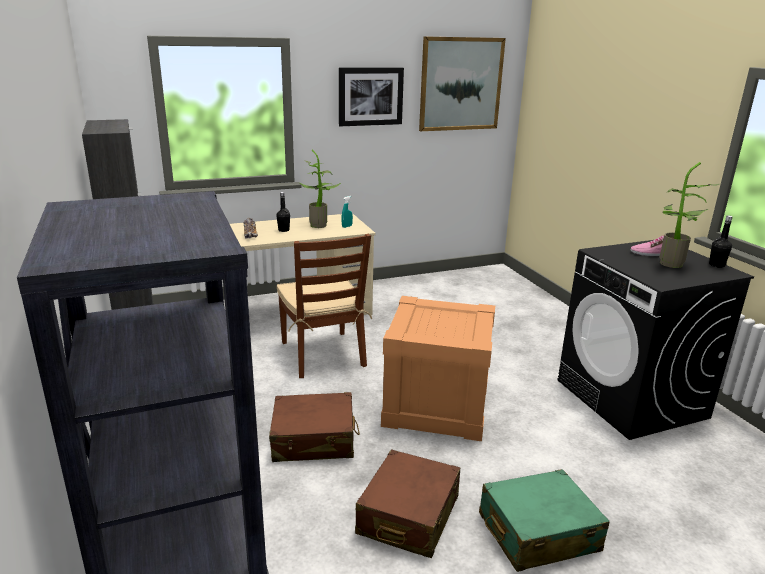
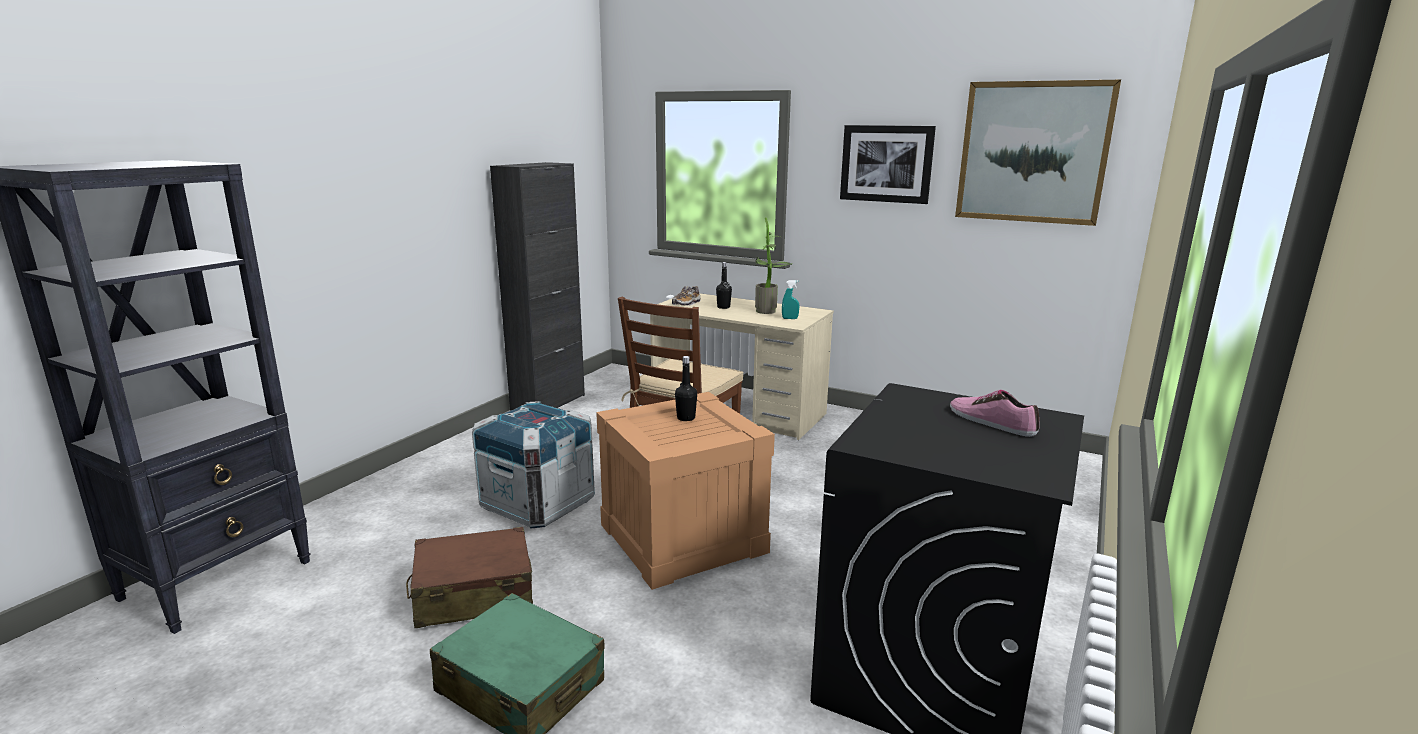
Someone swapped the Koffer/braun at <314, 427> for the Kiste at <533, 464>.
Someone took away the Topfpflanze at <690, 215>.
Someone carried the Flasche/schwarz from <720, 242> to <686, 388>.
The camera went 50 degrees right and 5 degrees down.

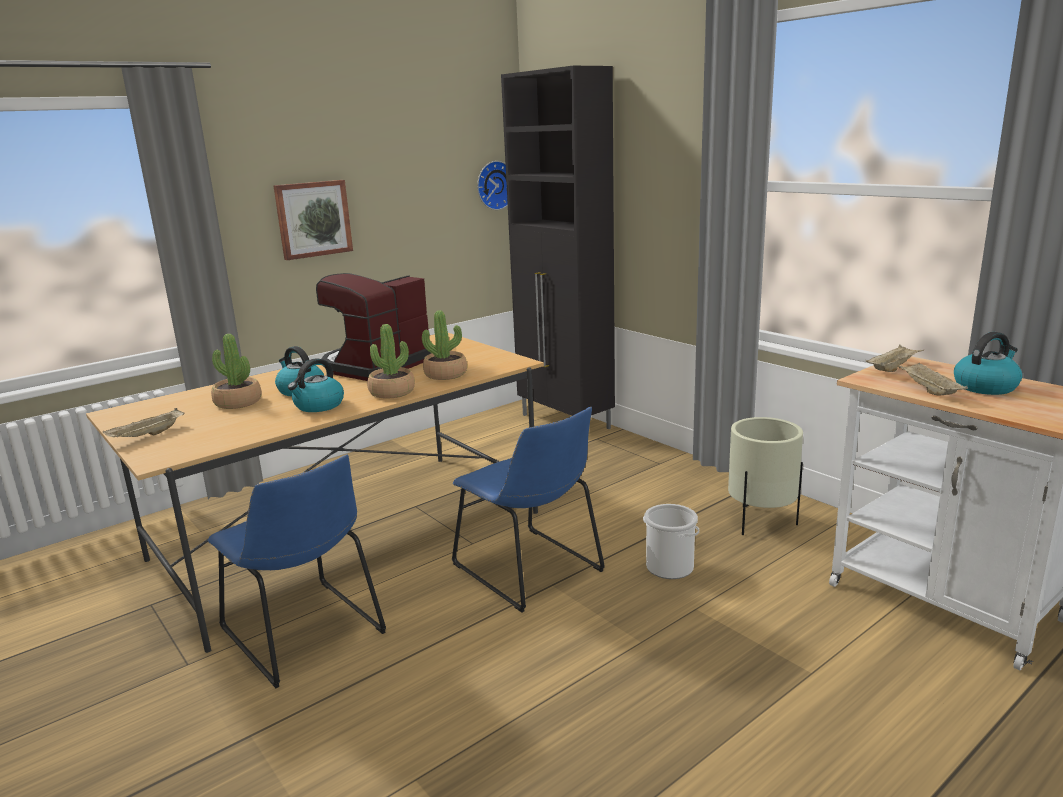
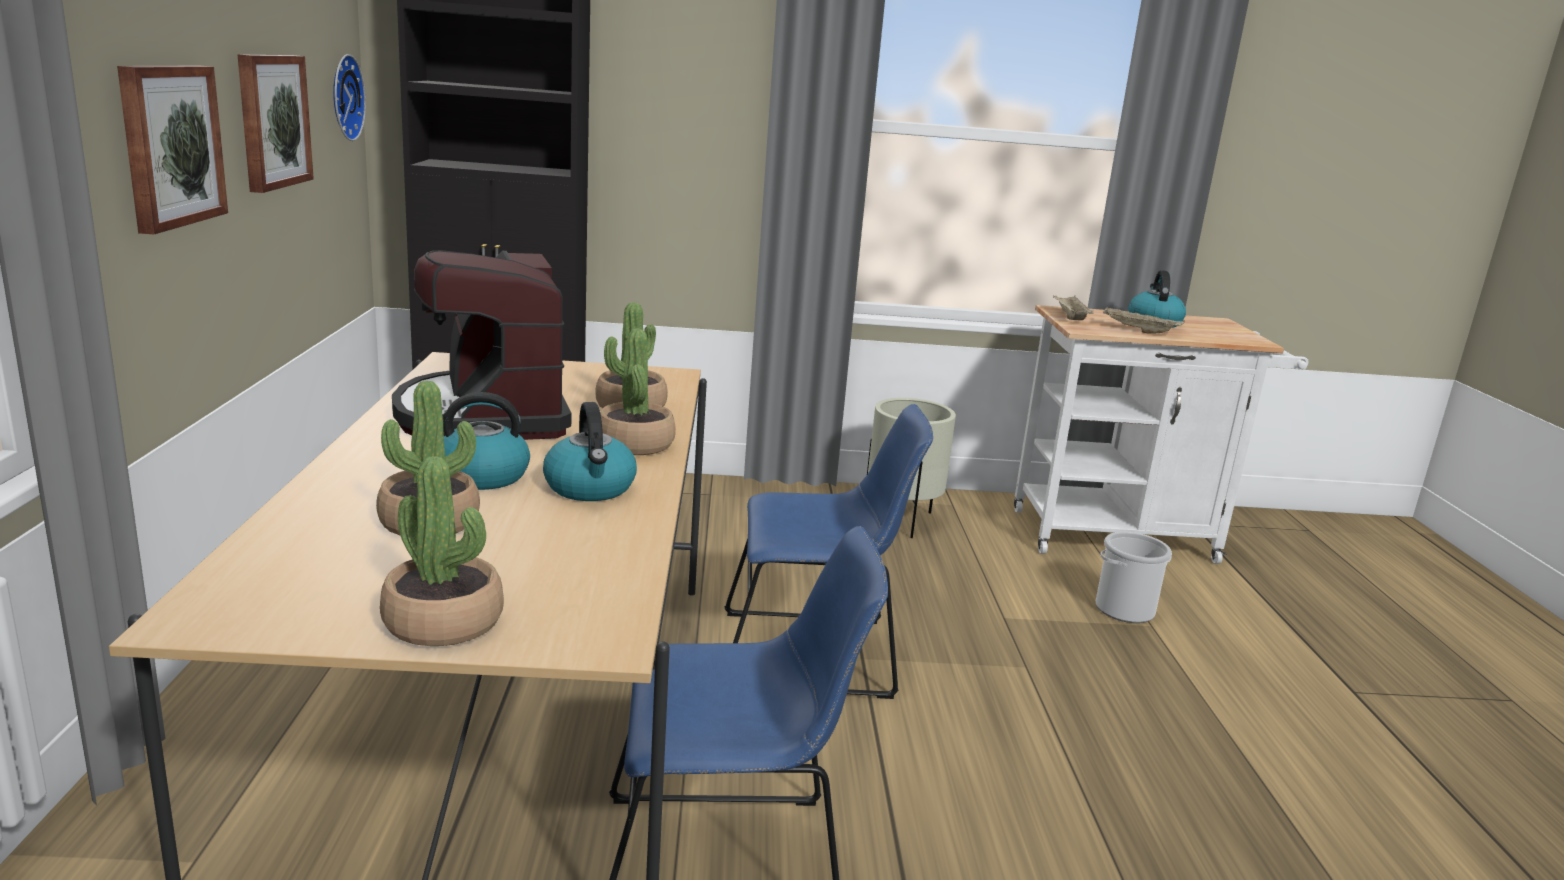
Someone swapped the Tablett/beige at <143, 422> for the Topfpflanze at <442, 551>.
Someone carried the Eimer from <671, 541> to <1134, 577>.
Someone put up the Bild at <275, 123>.
The camera went 55 degrees left and 0 degrees up.

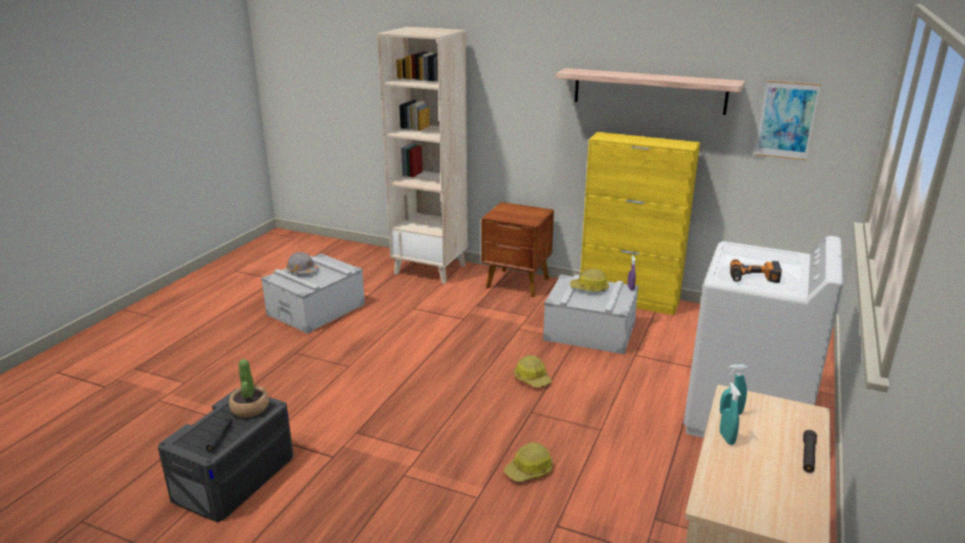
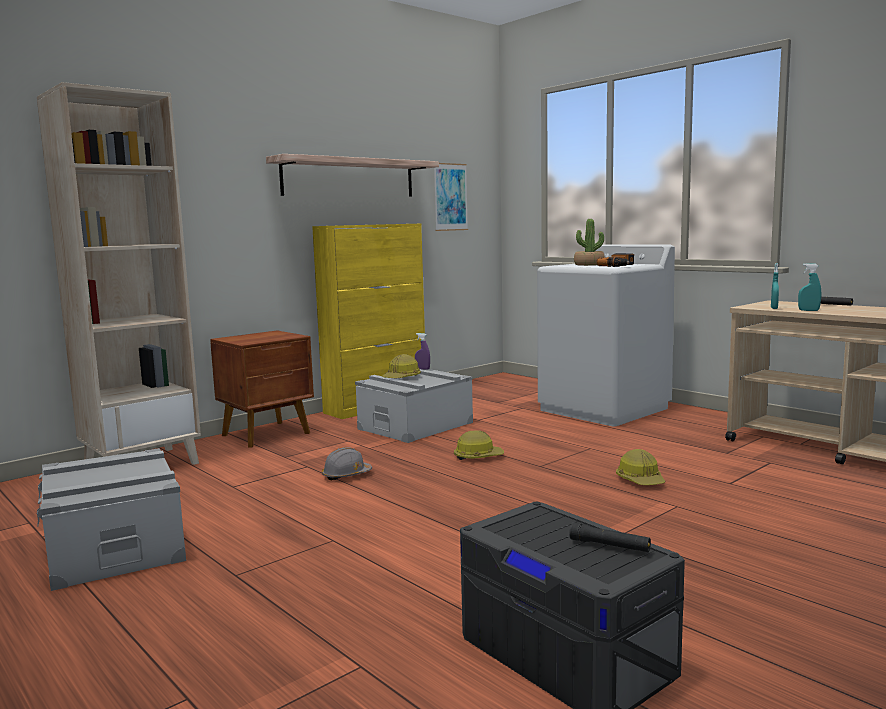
Someone carried the Topfpflanze from <249, 388> to <589, 242>.
Someone carried the Schutzhelm/grau from <302, 263> to <347, 463>.
The camera went 65 degrees left and 15 degrees down.

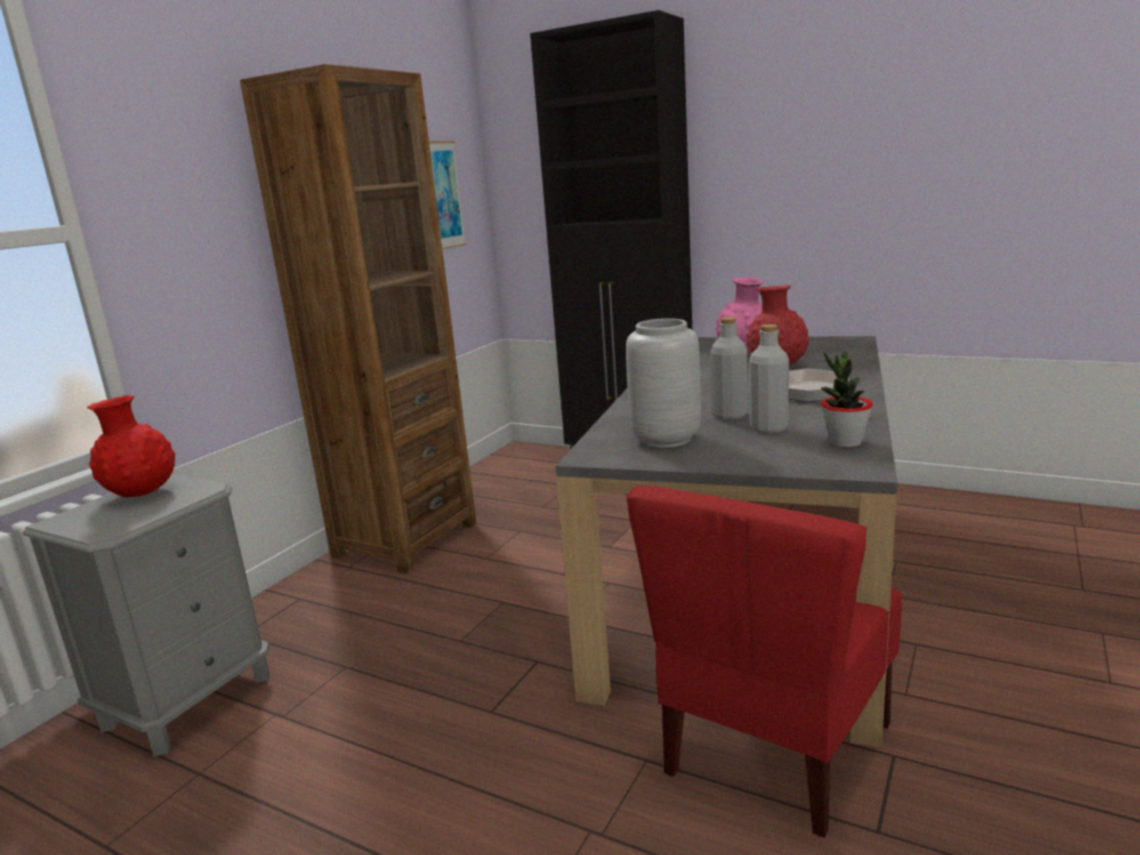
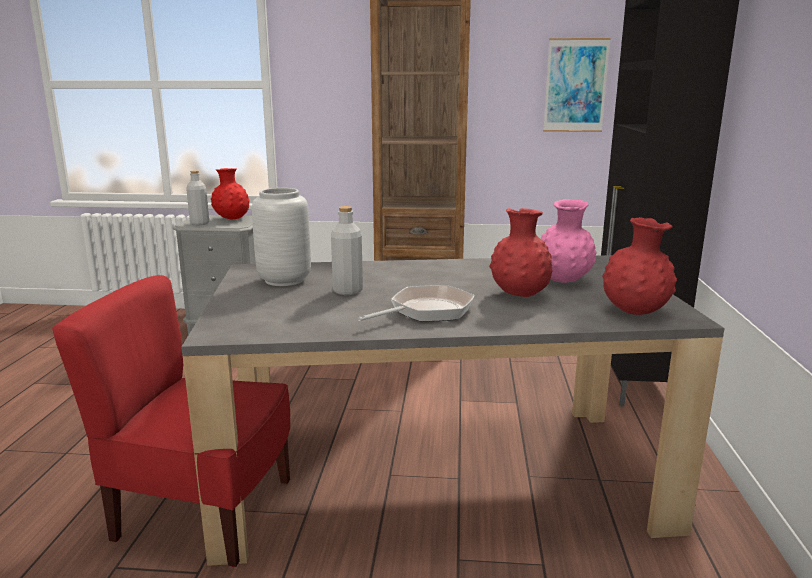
Someone carried the Flasche/grau from <769, 379> to <197, 197>.
Someone took away the Topfpflanze at <847, 399>.
Someone put down the Vase/rot at <639, 266>.
The camera went 65 degrees right and 0 degrees up.

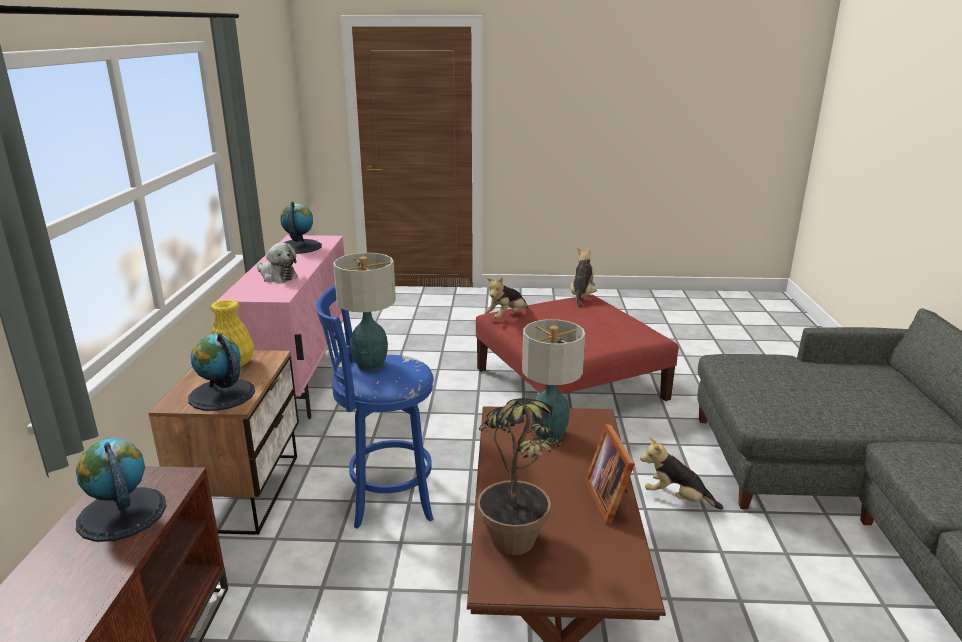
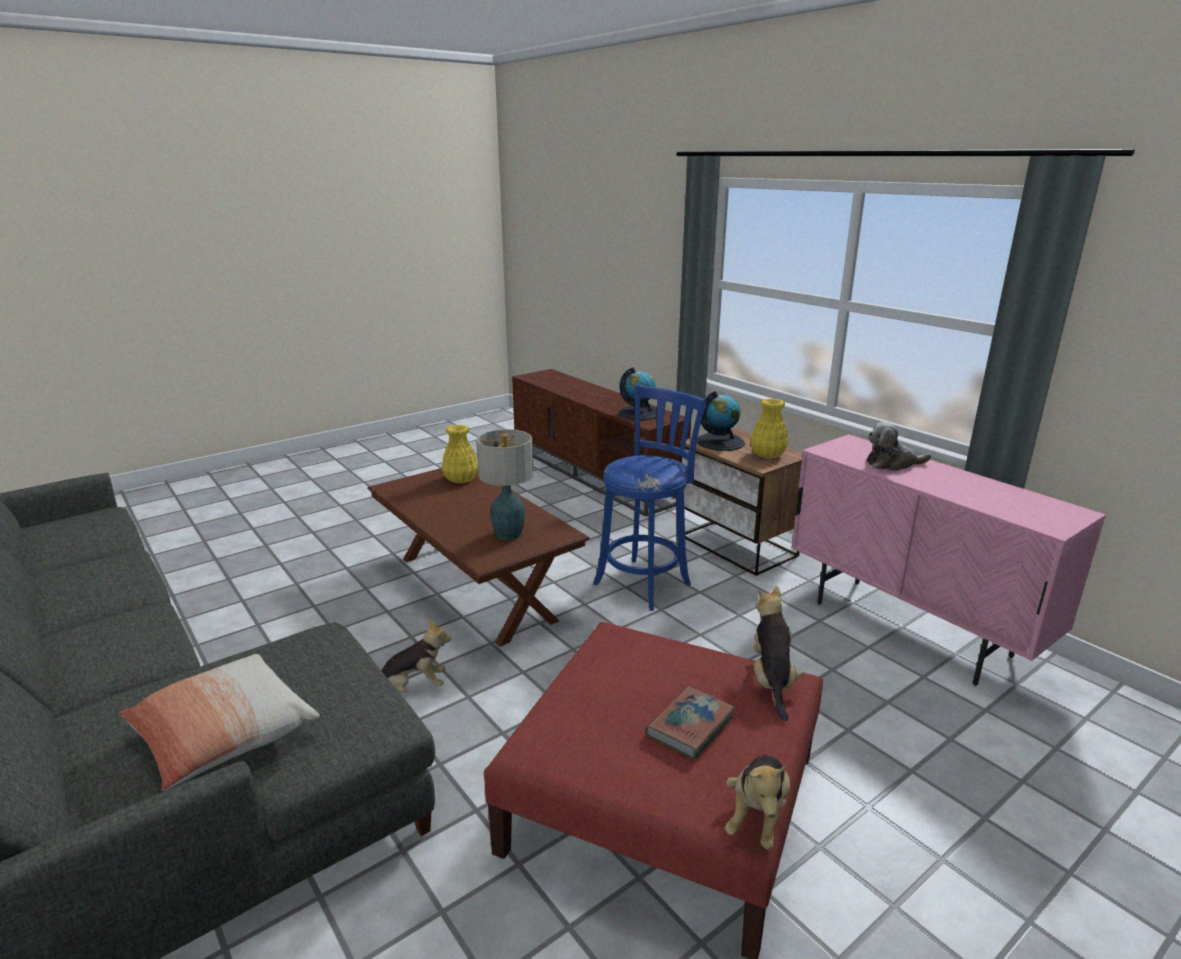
Someone took away the Globus at <301, 227>.
Someone took away the Tischlampe at <364, 312>.
Someone swapped the Topfpflanze at <520, 476> for the Vase/gelb at <460, 454>.
Someone rotated the Plüschtier at <583, 278> by 45 degrees clockwise.
Someone took away the Bilderrahmen at <610, 474>.
Someone put down the Kissen at <219, 722>.
Someone put down the Buch at <690, 722>.
The camera went 140 degrees right and 0 degrees up.

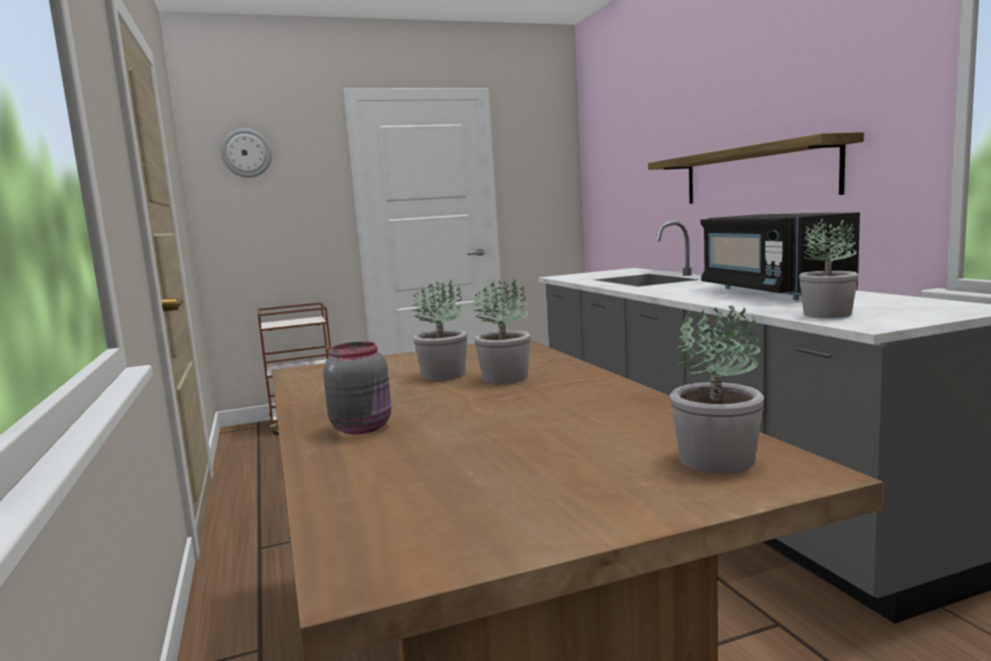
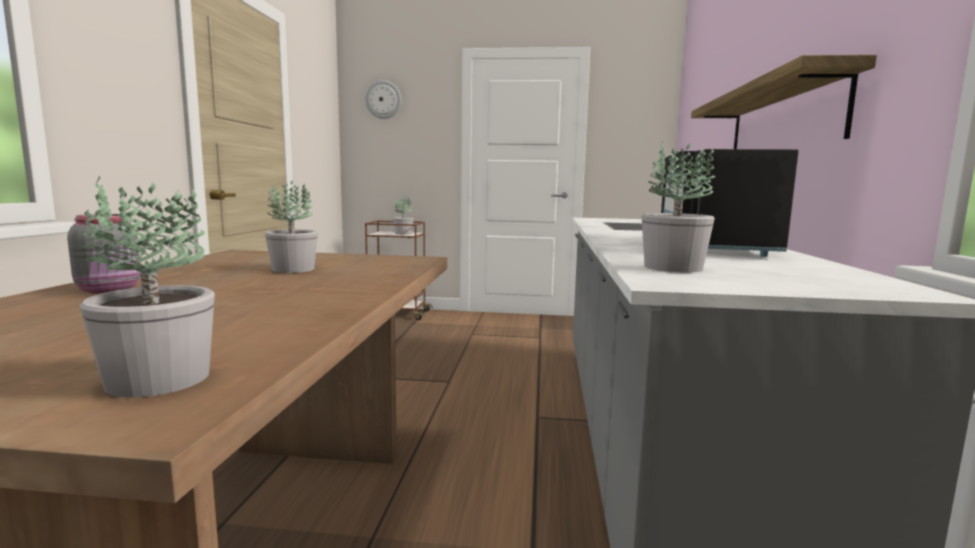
Someone carried the Topfpflanze from <502, 331> to <403, 215>.
The camera went 25 degrees right and 0 degrees up.

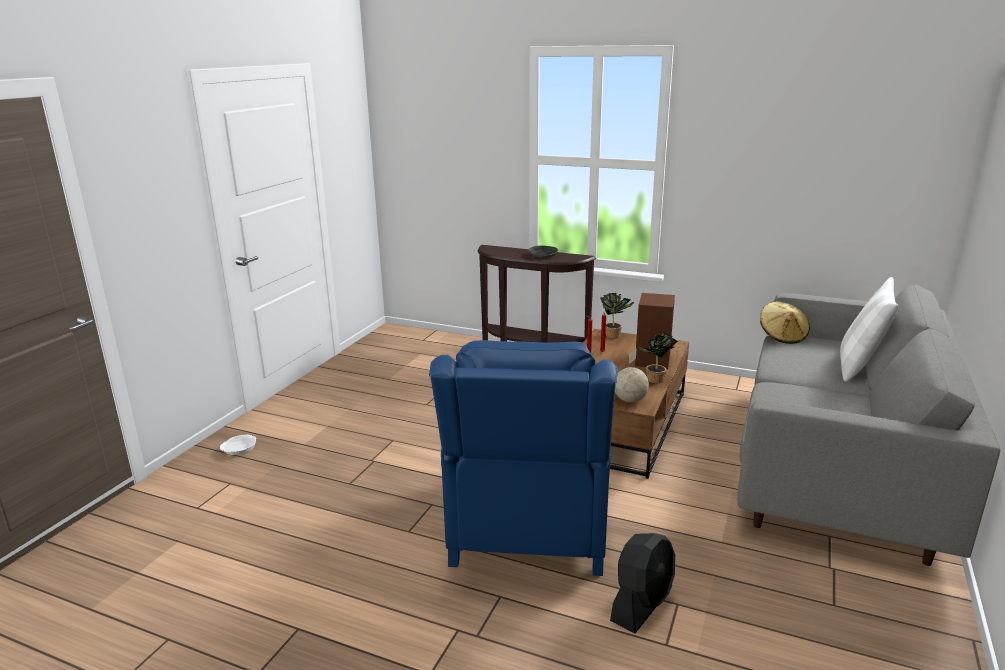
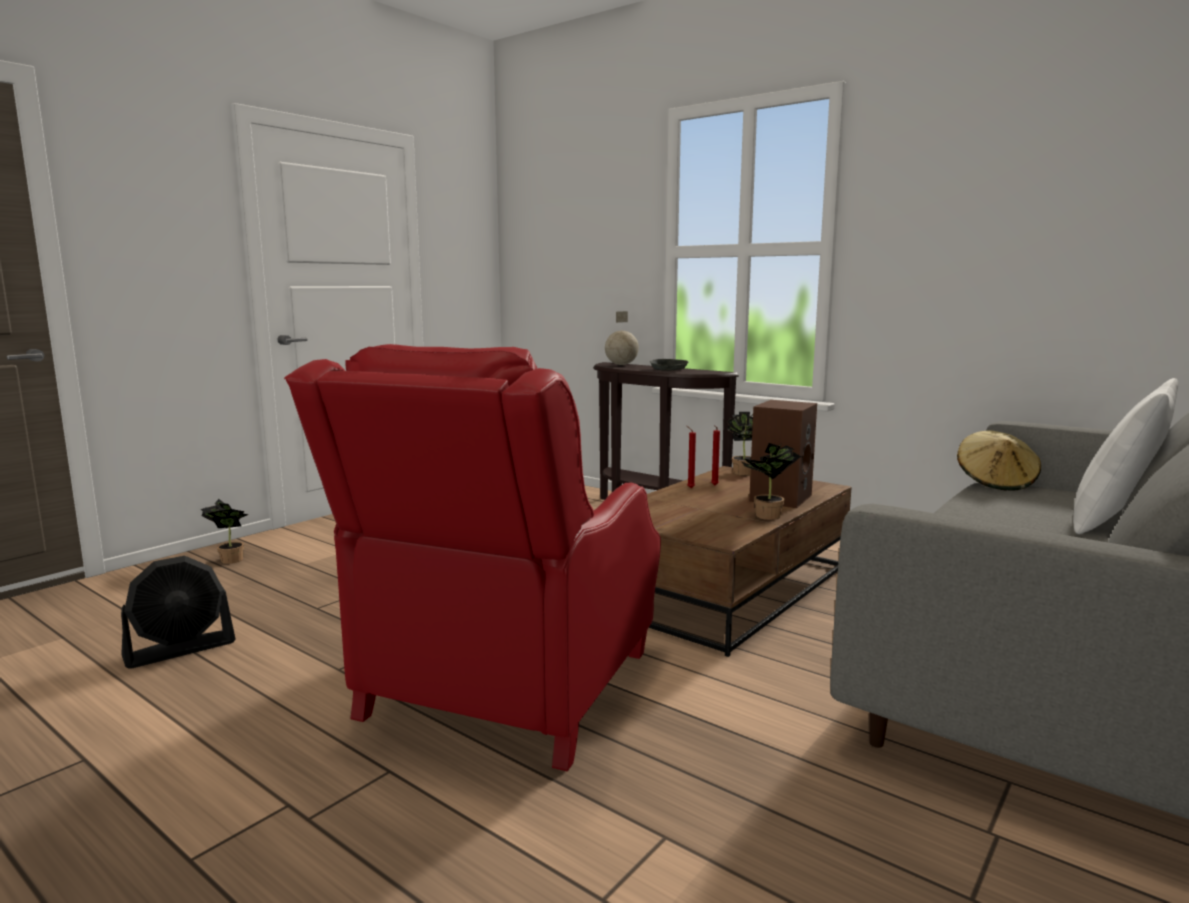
Someone swapped the Schüssel/weiß at <238, 445> for the Topfpflanze at <225, 531>.
Someone repainted the Sessel/blau at <523, 458>, which became the Sessel/rot at <472, 557>.
Someone carried the Ventilator/schwarz from <642, 583> to <178, 612>.
Someone carried the Globus from <632, 375> to <622, 338>.
The camera went 15 degrees right and 10 degrees down.

